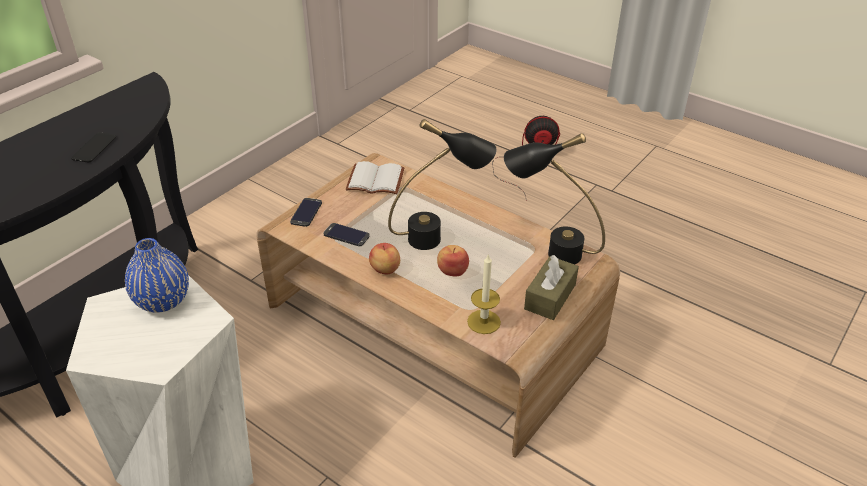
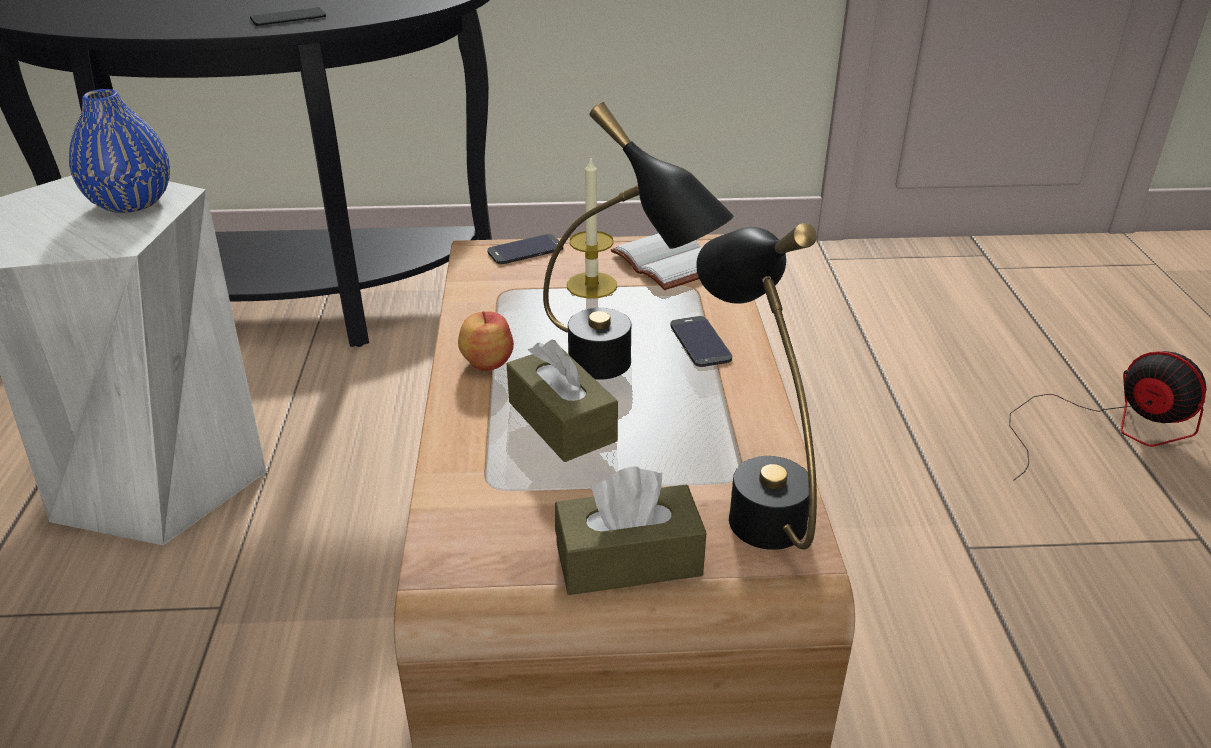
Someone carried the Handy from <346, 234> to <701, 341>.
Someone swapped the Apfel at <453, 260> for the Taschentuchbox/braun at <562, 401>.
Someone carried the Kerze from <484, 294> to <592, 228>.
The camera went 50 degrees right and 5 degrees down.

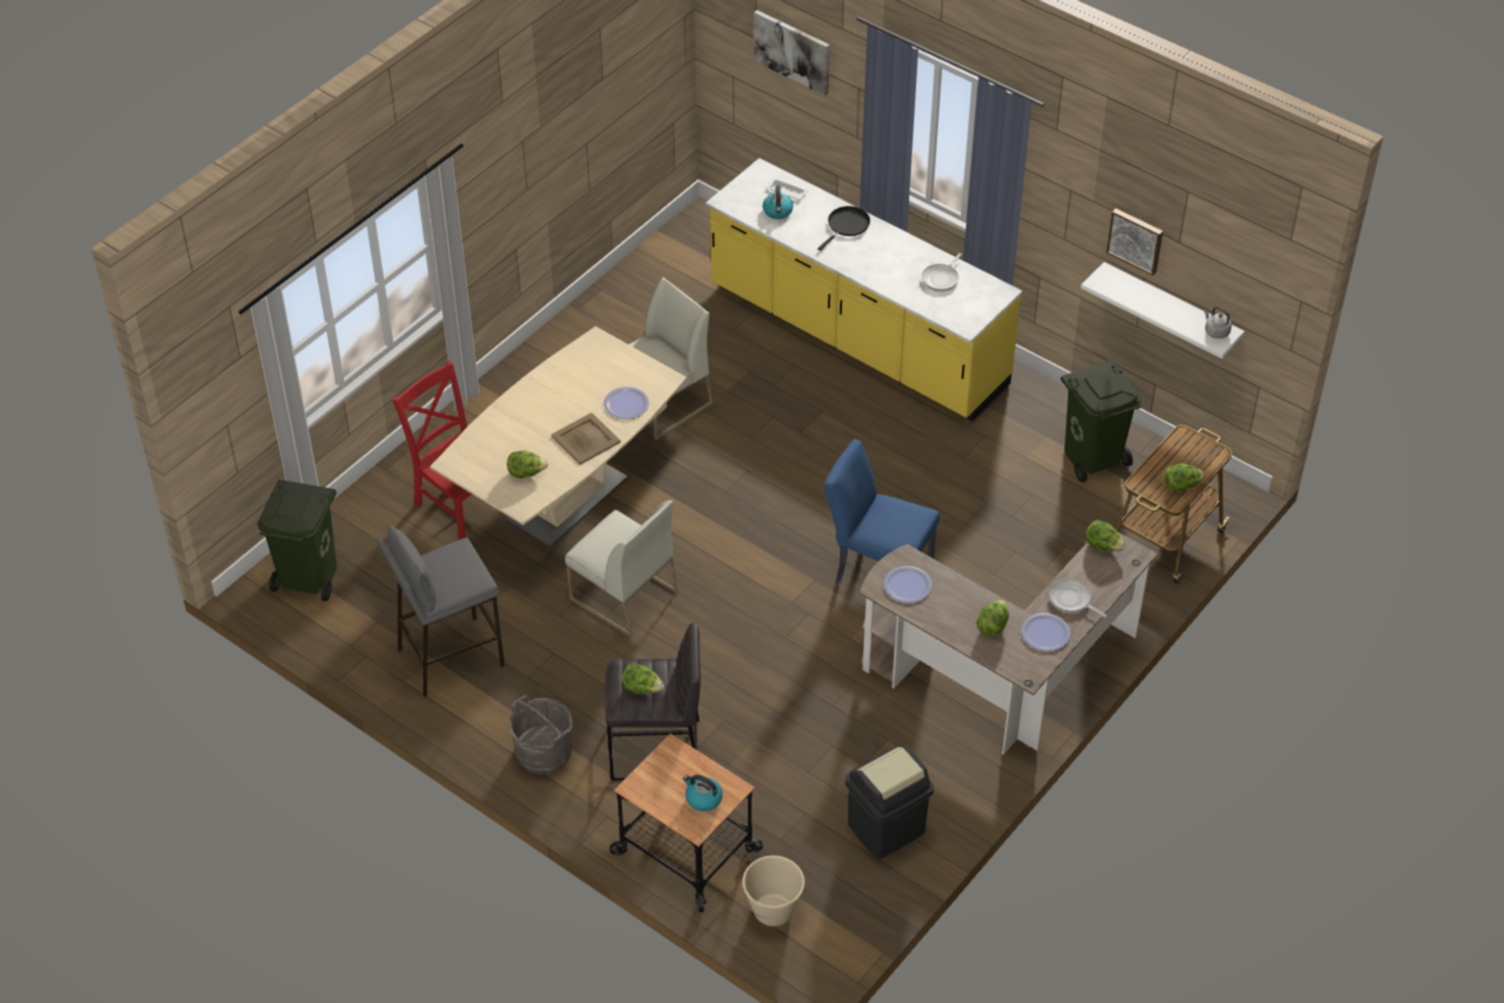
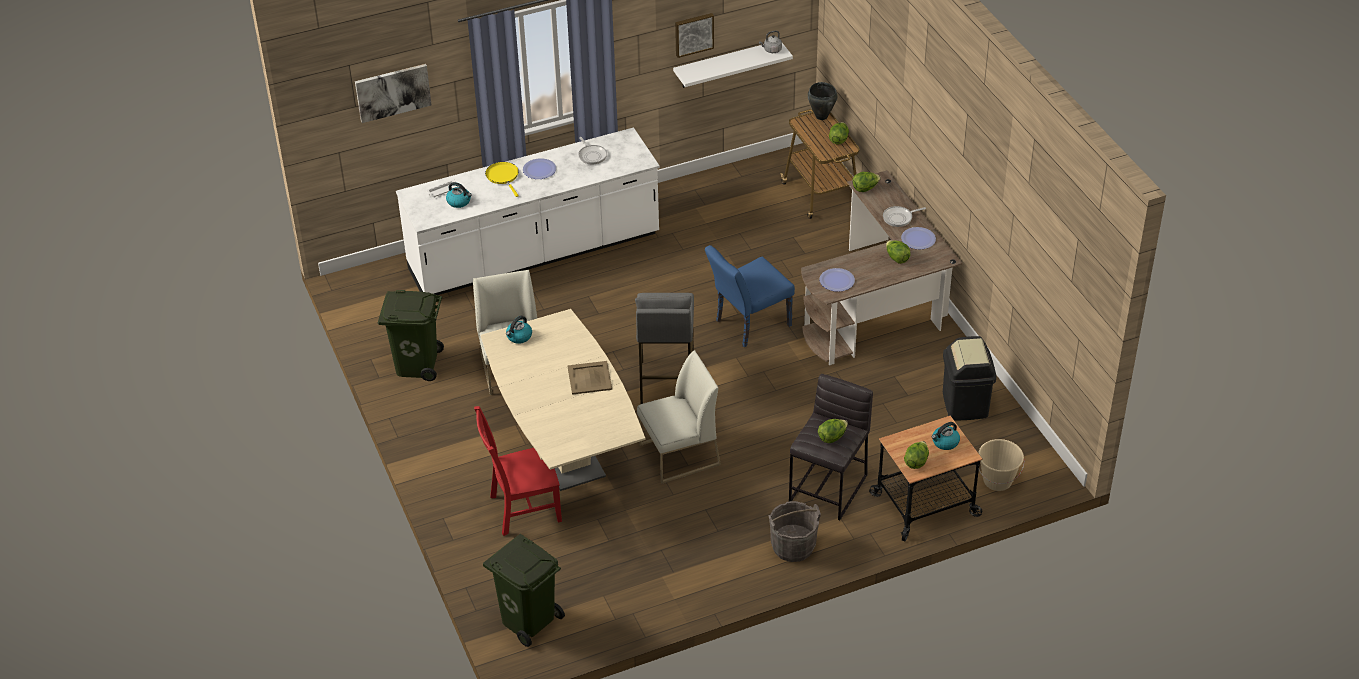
Someone carried the Hocker/grau from <441, 611> to <664, 348>.
Someone carried the Salatkopf from <527, 464> to <916, 455>.
Someone carried the Teller from <626, 403> to <539, 168>.
Someone repainted the Küchenzeile/gelb at <864, 289>, which became the Küchenzeile/weiß at <528, 211>.
Someone repainted the Pfanne/schwarz at <844, 228>, which became the Pfanne/gelb at <502, 179>.
Someone carried the Mülleimer/grün from <1100, 421> to <411, 335>.
Someone put down the Wasserkessel at <519, 330>.
Someone put down the Kochtopf/schwarz at <823, 101>.
The camera went 60 degrees left and 5 degrees down.

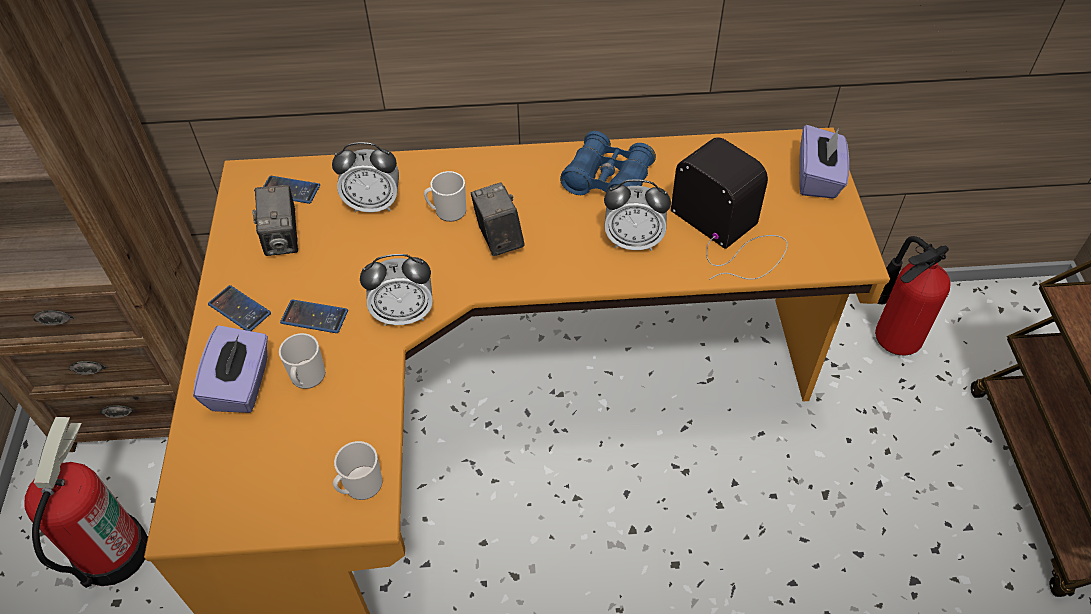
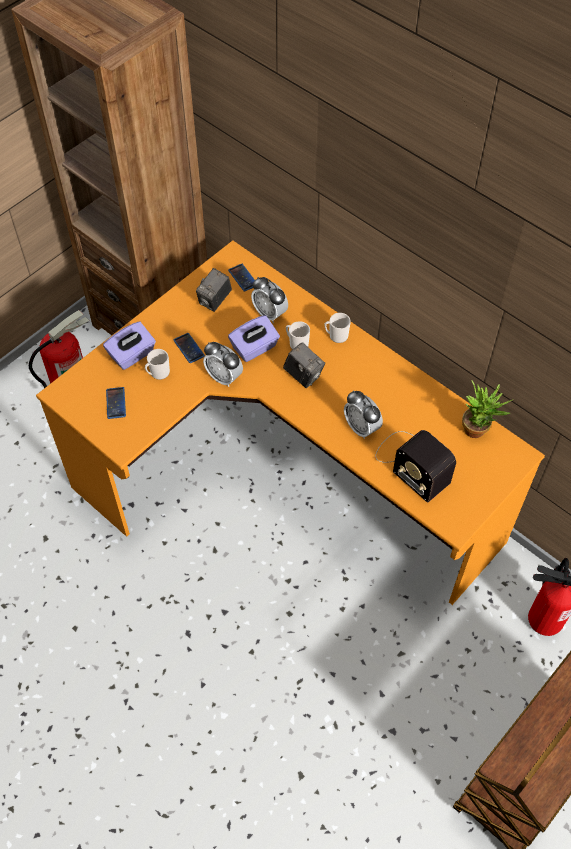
Someone carried the Handy from <239, 308> to <116, 403>.
Someone carried the Henkelbecher from <358, 470> to <337, 328>.
Someone rotated the Kamera at <498, 219> by 105 degrees clockwise.
Someone took away the Fernglas/blau at <608, 163>.
Someone rotated the Radio at <729, 208> by 135 degrees clockwise.
Someone carried the Taschentuchbox/lila from <824, 162> to <254, 338>.
Someone put down the Topfpflanze at <488, 409>.
The camera went 45 degrees right and 5 degrees up.

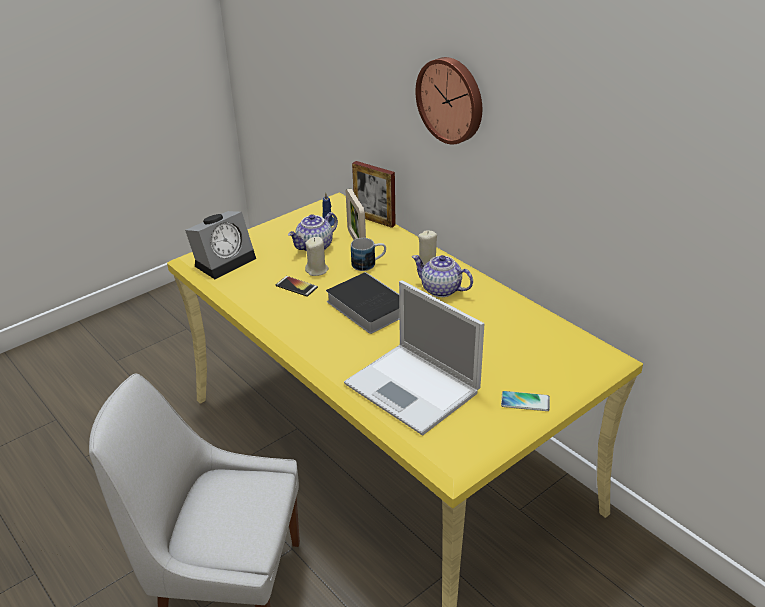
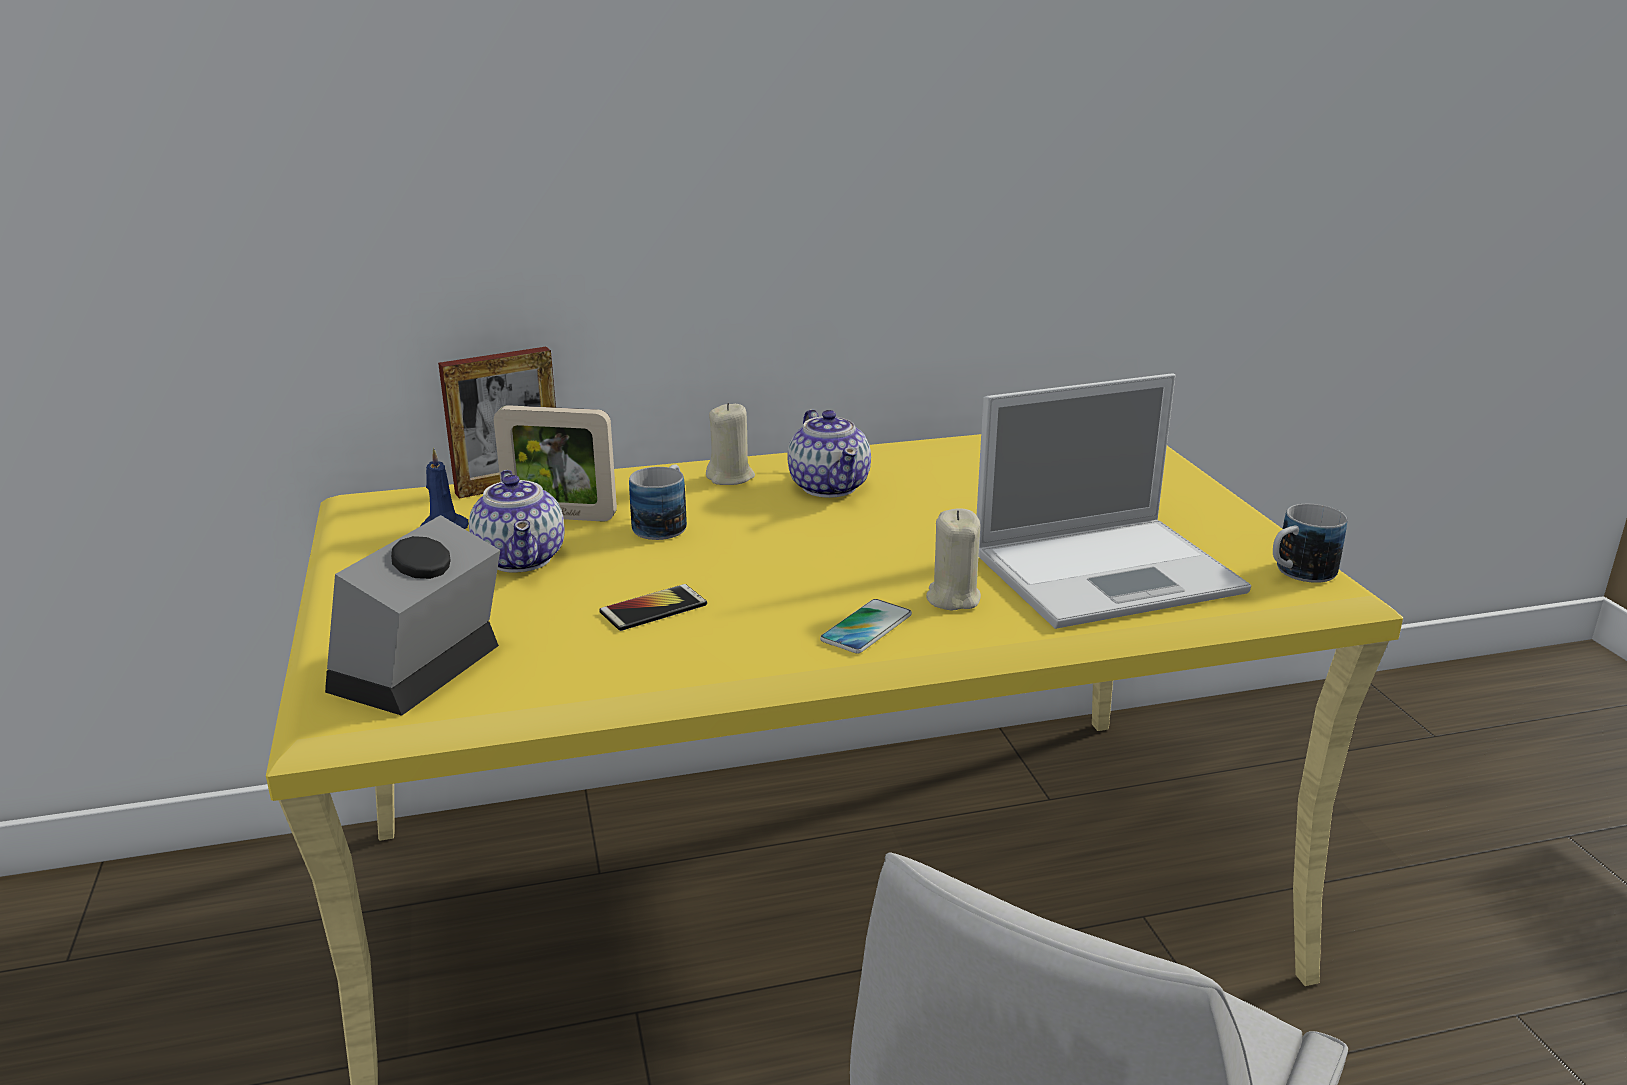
Someone rotated the Wecker at <220, 245> by 135 degrees counterclockwise.
Someone carried the Kerze/beige from <317, 256> to <953, 559>.
Someone took away the Buch at <362, 303>.
Someone rotated the Teekanne at <442, 276> by 75 degrees counterclockwise.
Someone took away the Wanduhr at <449, 100>.
Someone carried the Handy from <525, 401> to <866, 626>.
Someone put down the Henkelbecher at <1310, 543>.
The camera went 65 degrees left and 10 degrees down.

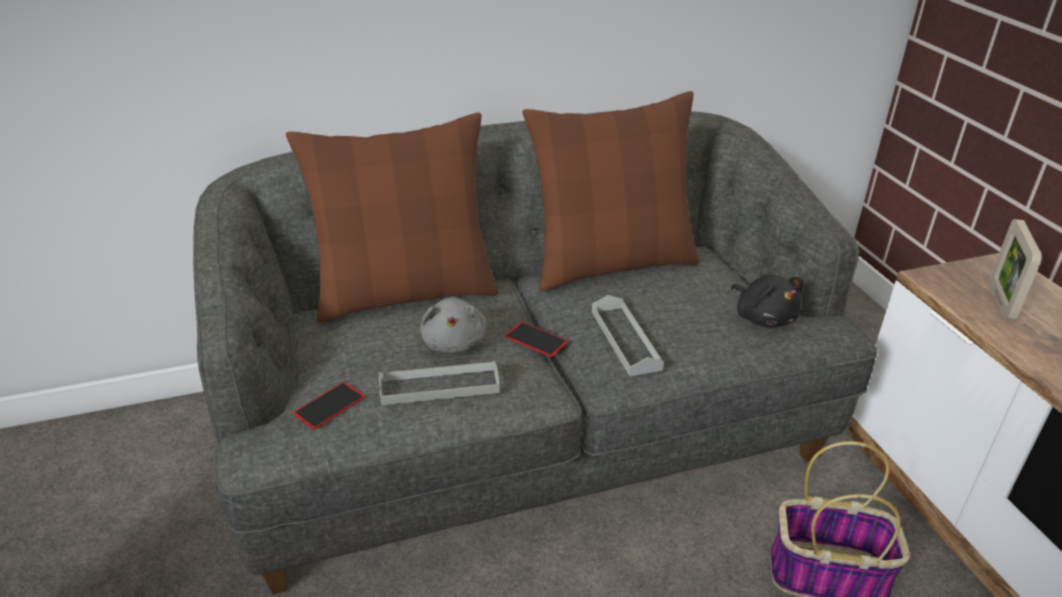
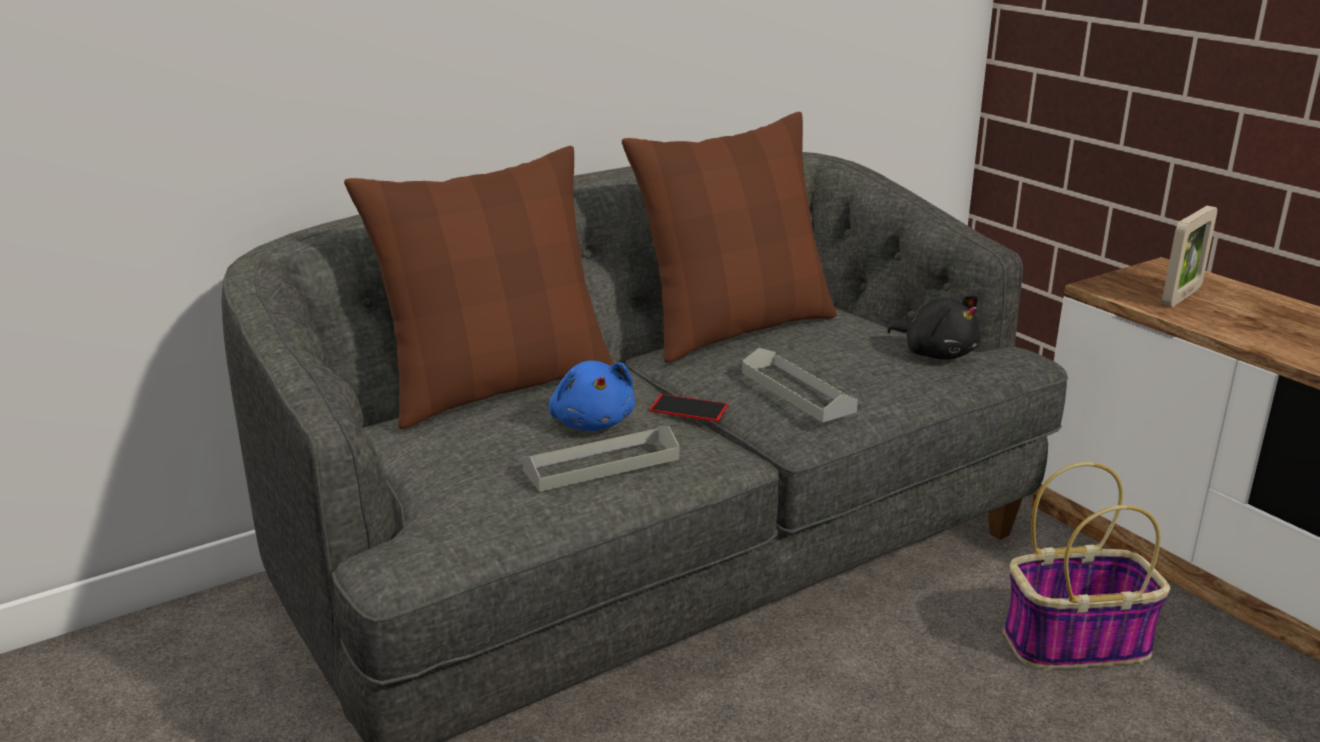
Someone took away the Handy at <329, 406>.
Someone repainted the Plüschtier/grau at <453, 325>, which became the Plüschtier/blau at <592, 396>.
Someone rotated the Bilderrahmen at <1015, 270> by 135 degrees counterclockwise.
The camera went 15 degrees left and 10 degrees down.

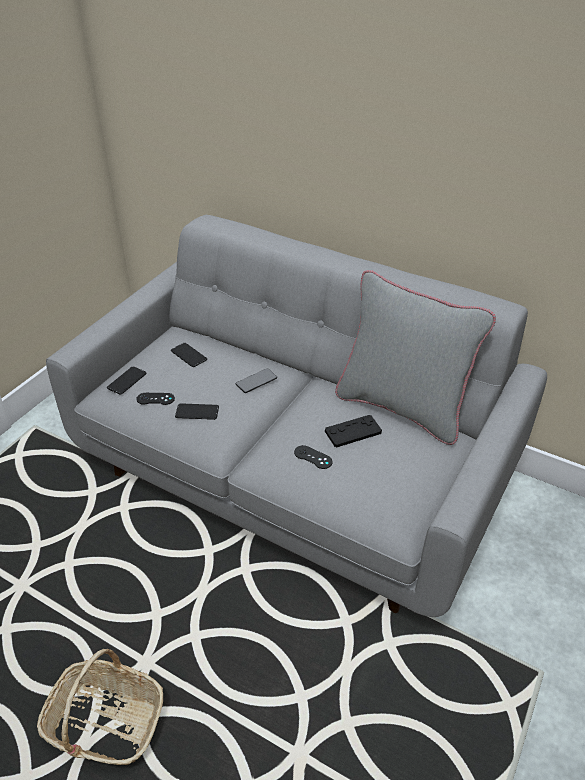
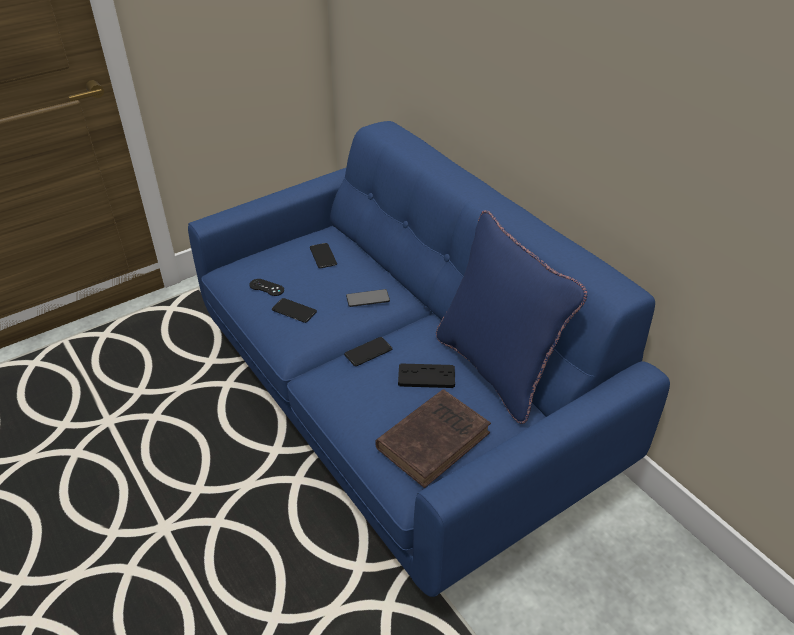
Someone took away the Korb at <100, 707>.
Someone repainted the Sofa/grau at <296, 416>, which became the Sofa/blau at <429, 359>.
Someone carried the Handy from <127, 381> to <368, 351>.
Someone took away the Gamepad/schwarz at <313, 457>.
Someone repainted the Kissen/grau at <415, 357>, which became the Kissen/blau at <511, 317>.
Someone put down the Buch/braun at <433, 438>.
The camera went 25 degrees right and 0 degrees up.

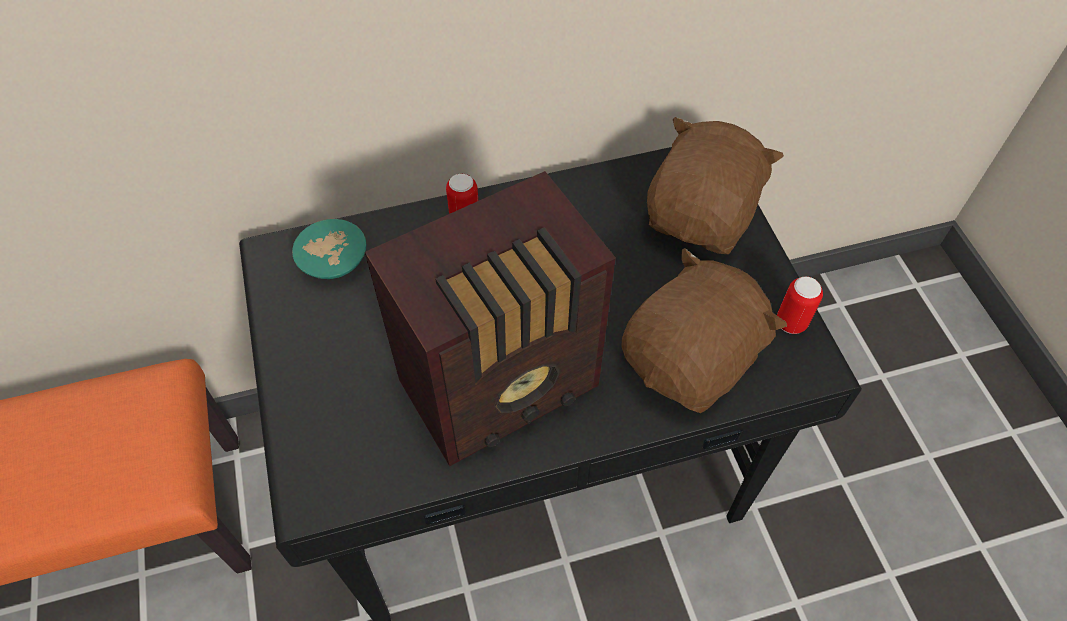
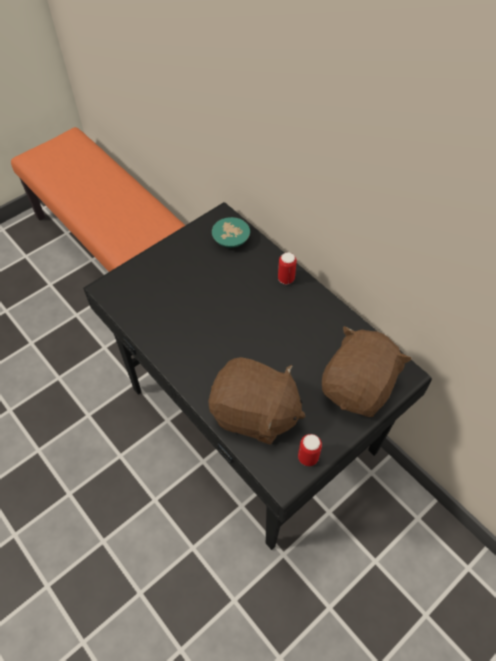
Someone took away the Radio at <490, 318>.
Someone rotated the Plüschtier/braun at <715, 185> by 60 degrees counterclockwise.
The camera went 65 degrees right and 0 degrees up.

